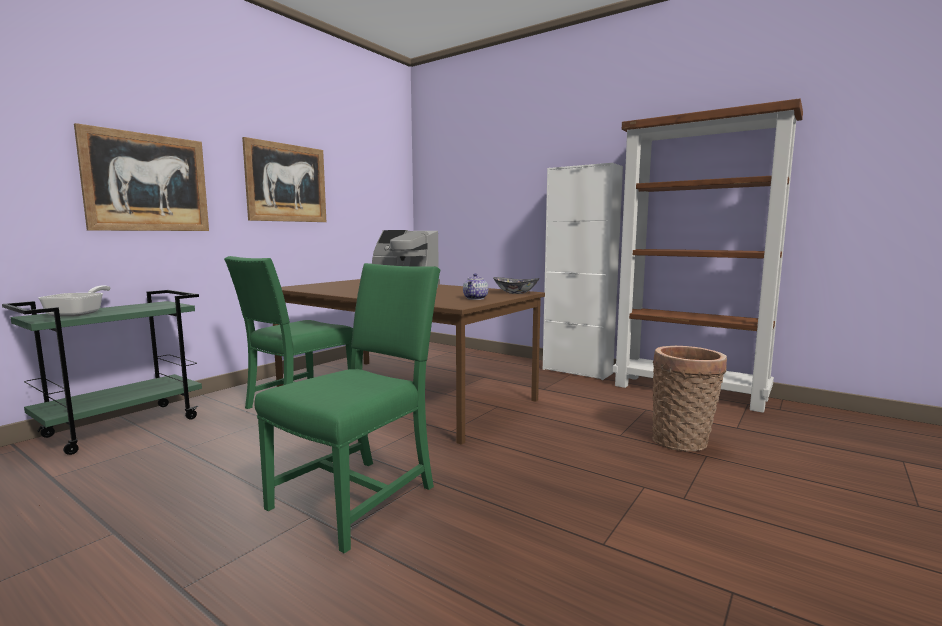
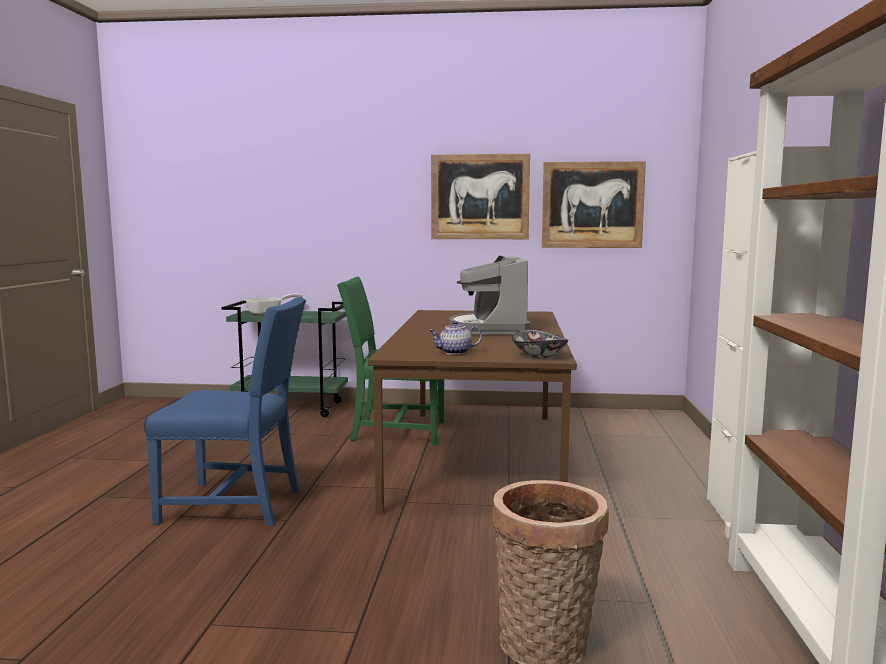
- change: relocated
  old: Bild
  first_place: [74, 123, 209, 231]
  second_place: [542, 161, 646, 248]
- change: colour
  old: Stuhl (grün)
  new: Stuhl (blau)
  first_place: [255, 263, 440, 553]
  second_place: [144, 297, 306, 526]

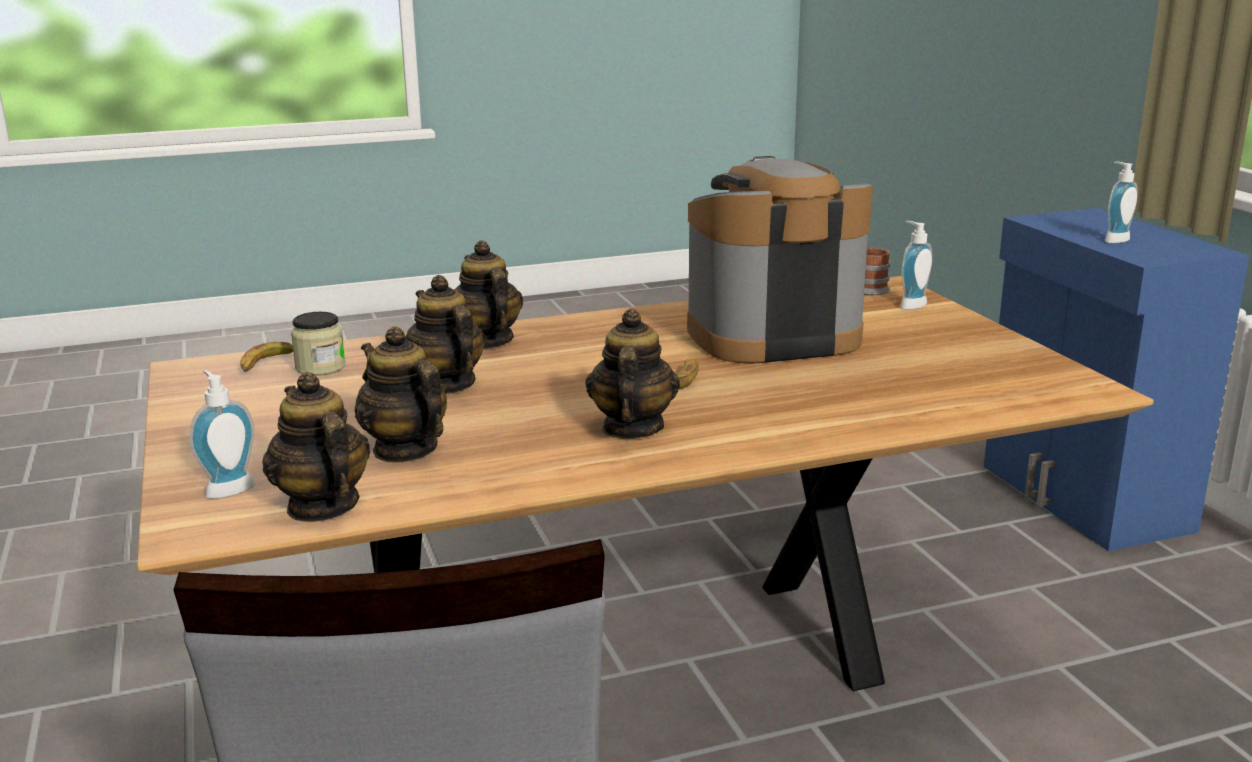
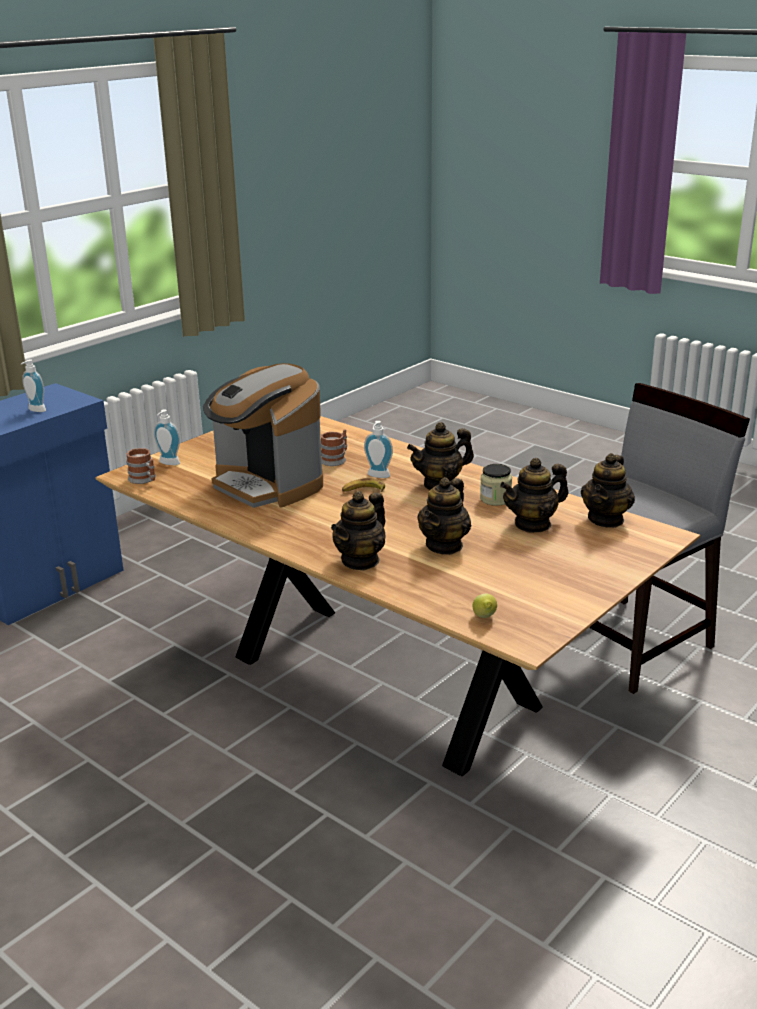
- change: appeared
  new: Henkelbecher
  second_place: [321, 429, 347, 466]
- change: relocated
  old: Seifenspender
  first_place: [189, 370, 255, 499]
  second_place: [364, 421, 393, 478]
- change: relocated
  old: Vorratsglas
  first_place: [291, 312, 345, 376]
  second_place: [480, 464, 512, 506]
- change: exchanged
  old: Banane
  new: Zitrone
  first_place: [240, 342, 293, 372]
  second_place: [473, 594, 497, 618]
- change: spun
  old: Teekanne
  first_place: [355, 326, 447, 463]
  second_place: [500, 458, 568, 533]
  degrees: 45

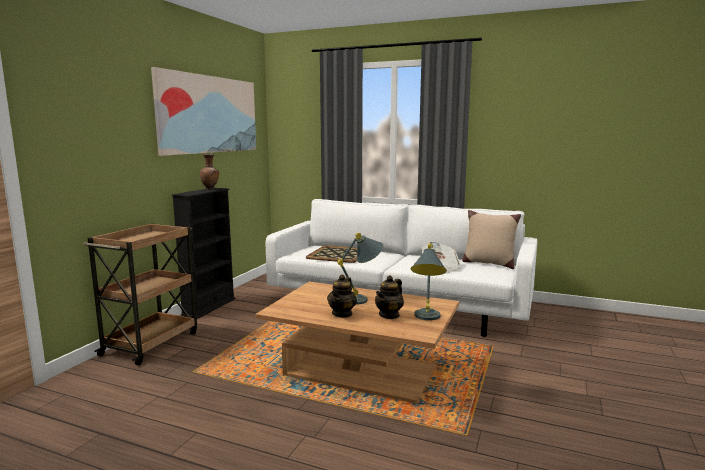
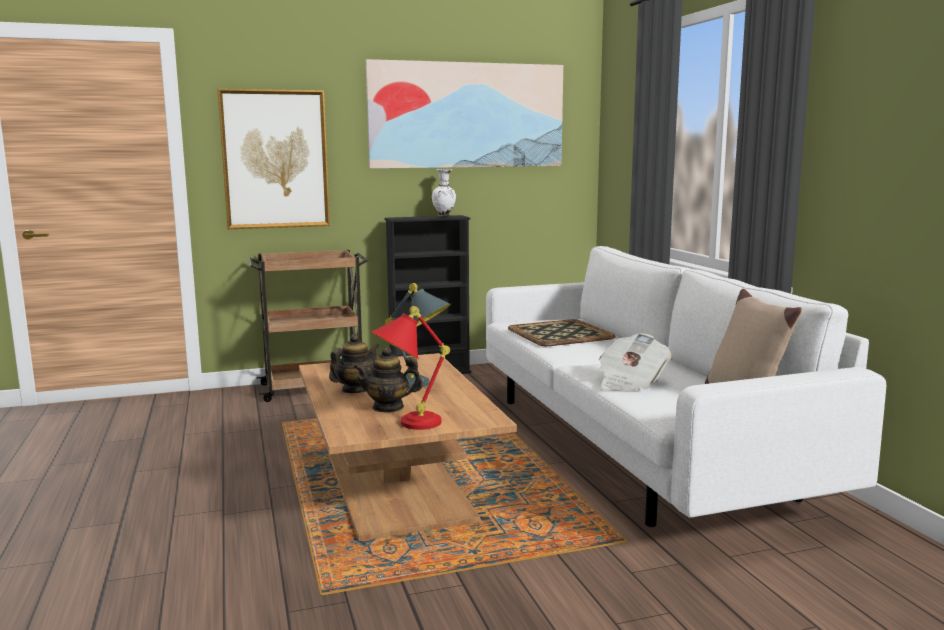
- change: appeared
  new: Bild
  second_place: [217, 89, 330, 229]
- change: colour
  old: Vase (braun)
  new: Vase (weiß)
  first_place: [200, 154, 219, 190]
  second_place: [432, 169, 456, 217]
- change: colour
  old: Tischlampe (grau)
  new: Tischlampe (rot)
  first_place: [411, 243, 447, 320]
  second_place: [370, 306, 450, 430]
- change: spun
  old: Teekanne
  first_place: [327, 274, 357, 318]
  second_place: [329, 334, 379, 393]
  degrees: 150

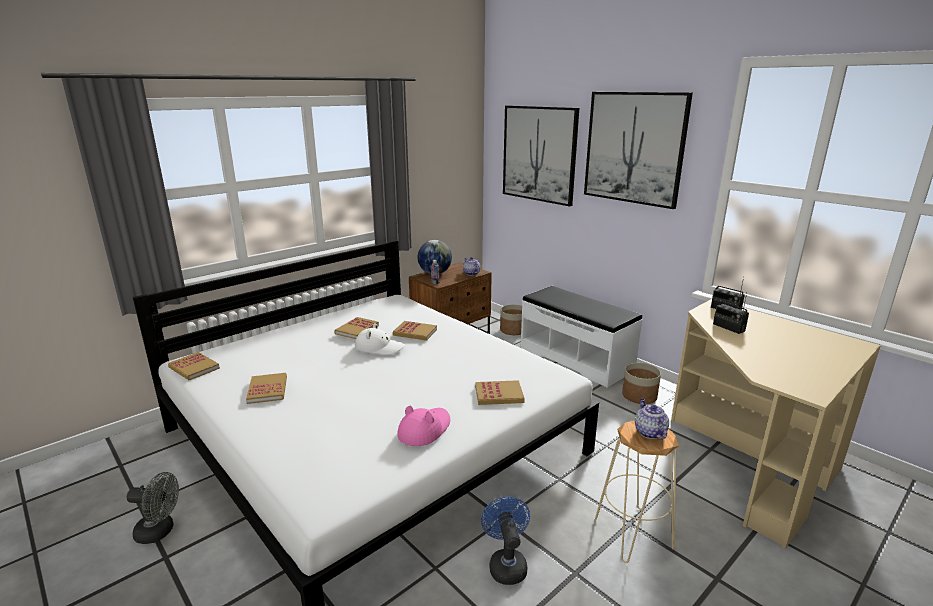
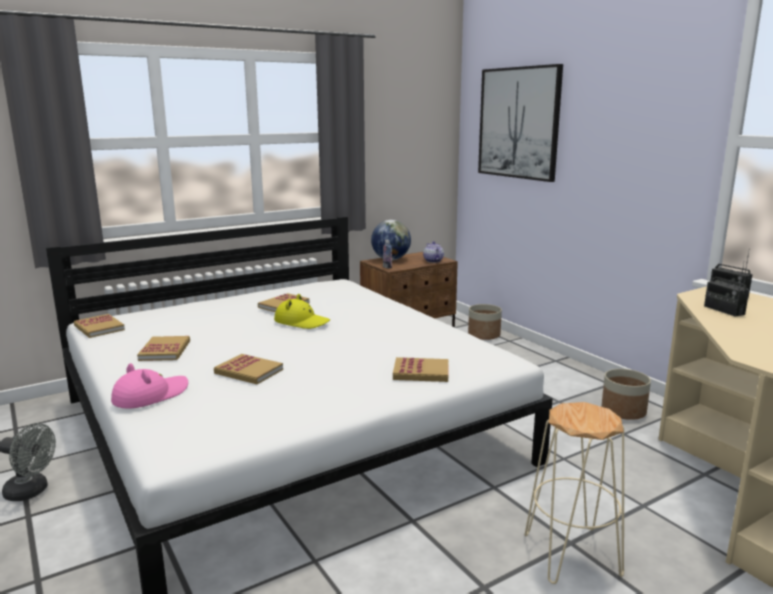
- change: missing
  old: Ventilator (blau)
  first_place: [481, 497, 530, 585]
- change: missing
  old: Bank (weiß)
  first_place: [521, 286, 642, 388]
- change: missing
  old: Bild
  first_place: [584, 92, 693, 209]
- change: missing
  old: Teekanne
  first_place: [635, 399, 669, 440]
- change: relocated
  old: Buch
  first_place: [393, 321, 437, 341]
  second_place: [214, 354, 283, 384]
- change: relocated
  old: Hut (rosa)
  first_place: [397, 406, 450, 446]
  second_place: [111, 363, 188, 409]
- change: colour
  old: Hut (weiß)
  new: Hut (gelb)
  first_place: [355, 323, 405, 355]
  second_place: [274, 294, 330, 329]

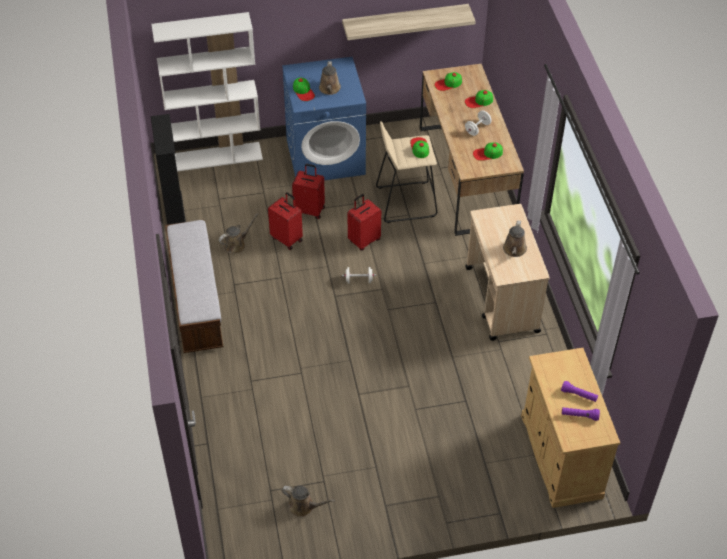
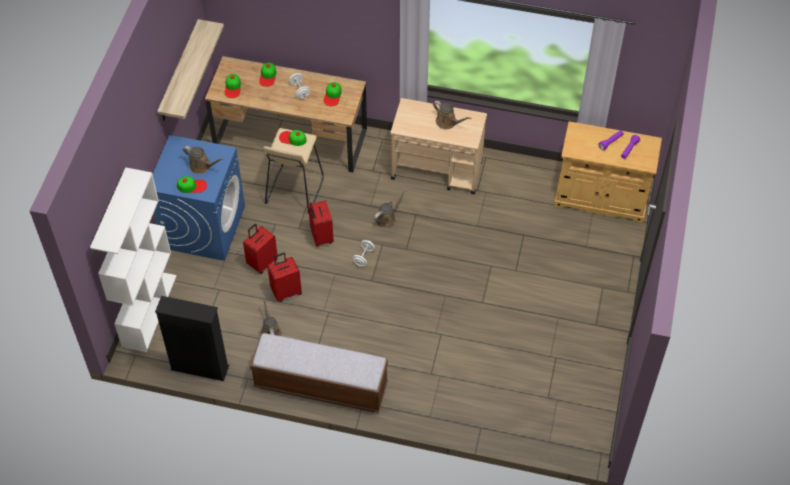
- change: relocated
  old: Gießkanne (braun)
  first_place: [281, 486, 335, 517]
  second_place: [374, 188, 407, 228]

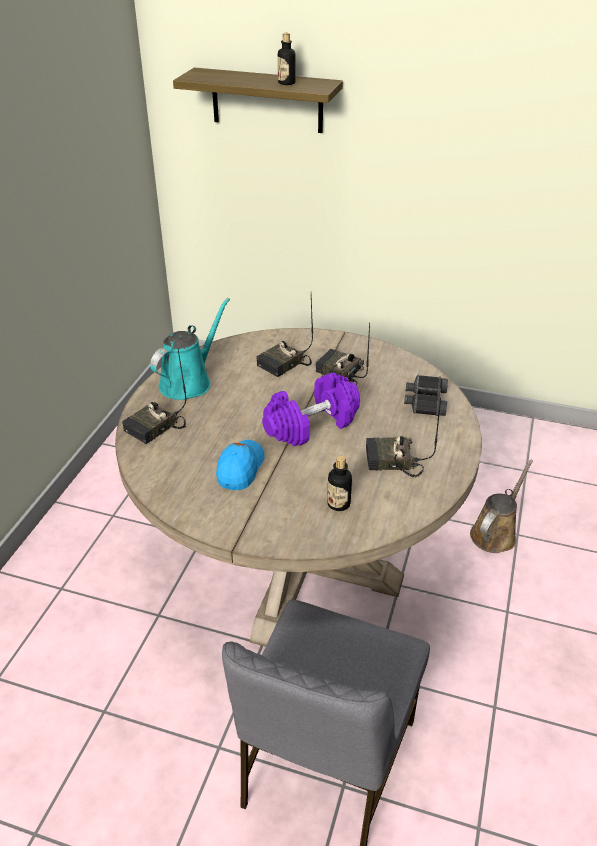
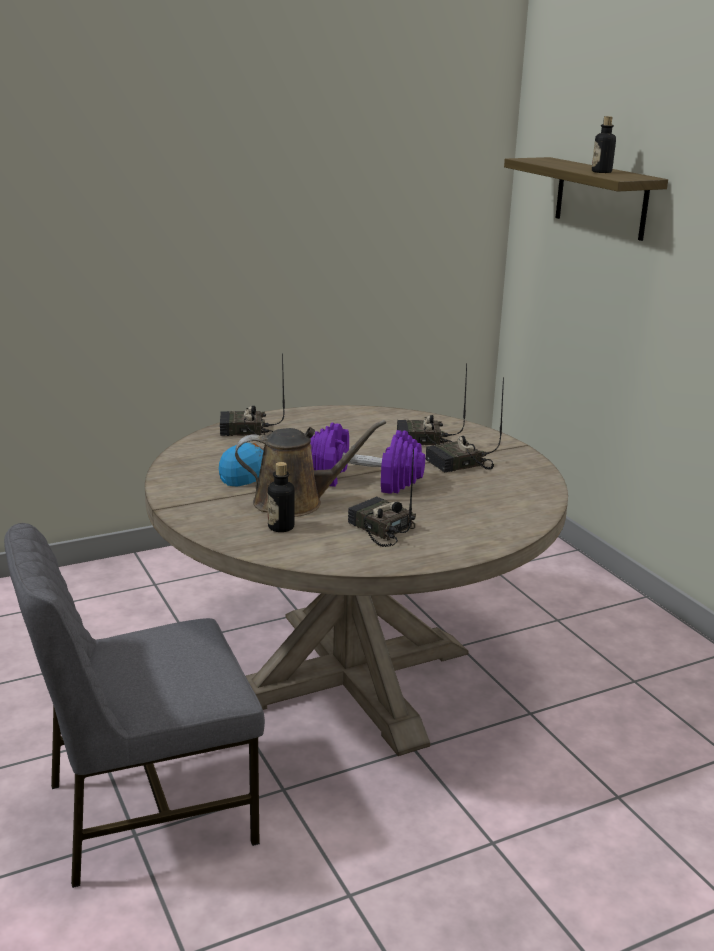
- change: missing
  old: Gießkanne (türkis)
  first_place: [150, 298, 230, 400]
- change: missing
  old: Fernglas (schwarz)
  first_place: [404, 375, 448, 416]
- change: relocated
  old: Gießkanne (braun)
  first_place: [470, 460, 533, 553]
  second_place: [235, 420, 386, 517]
- change: spun
  old: Radio
  first_place: [316, 322, 370, 385]
  second_place: [426, 377, 504, 473]
  degrees: -105

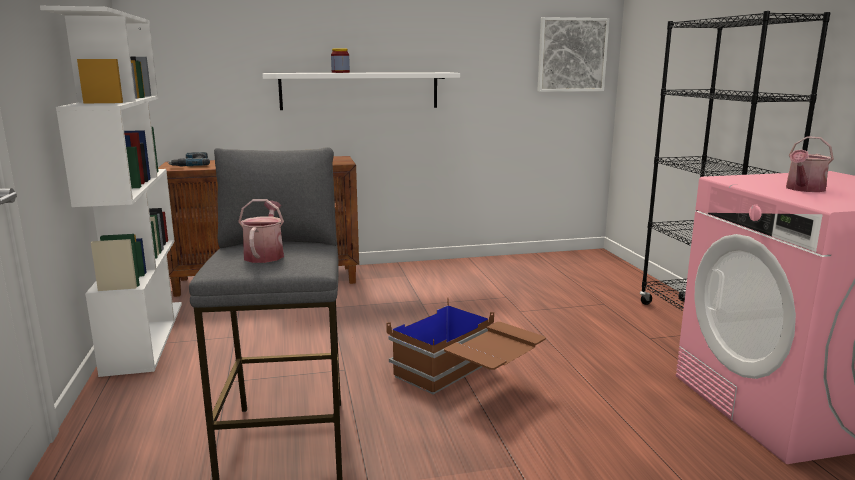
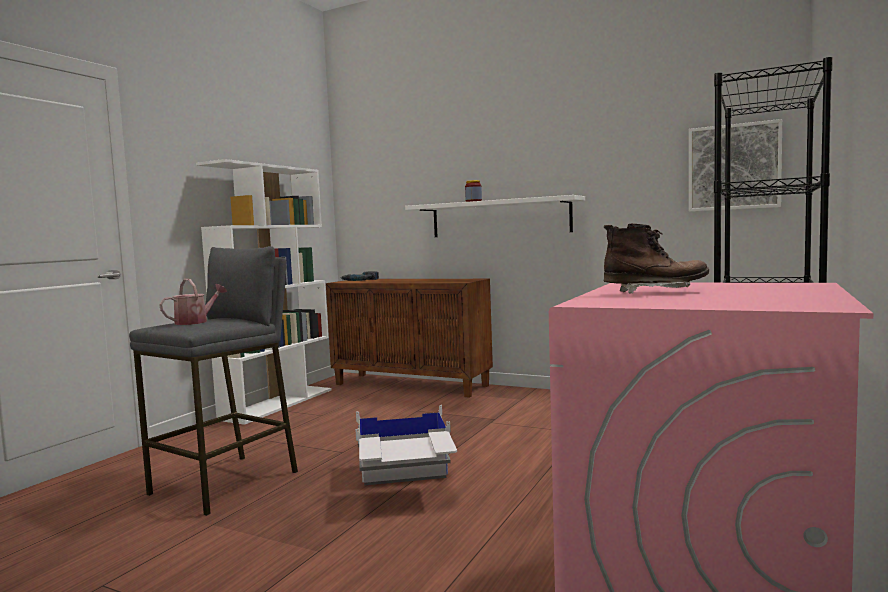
- change: exchanged
  old: Gießkanne
  new: Stiefel (braun)
  first_place: [786, 136, 834, 192]
  second_place: [604, 223, 709, 294]
- change: colour
  old: Aufbewahrungsbox (braun)
  new: Aufbewahrungsbox (weiß)
  first_place: [386, 298, 546, 395]
  second_place: [355, 405, 457, 485]

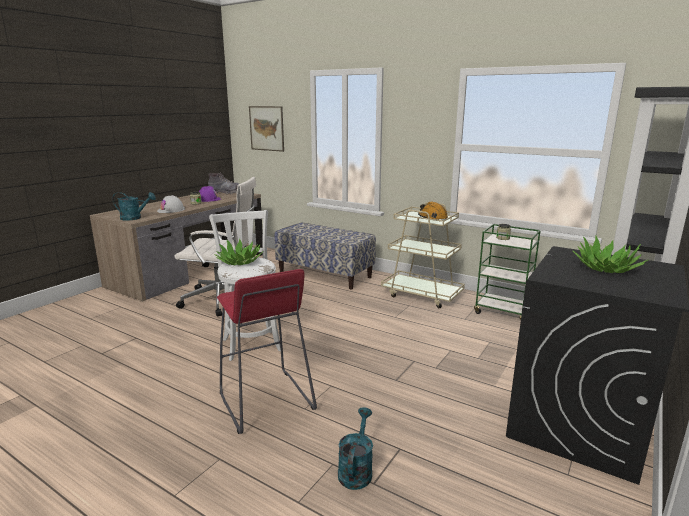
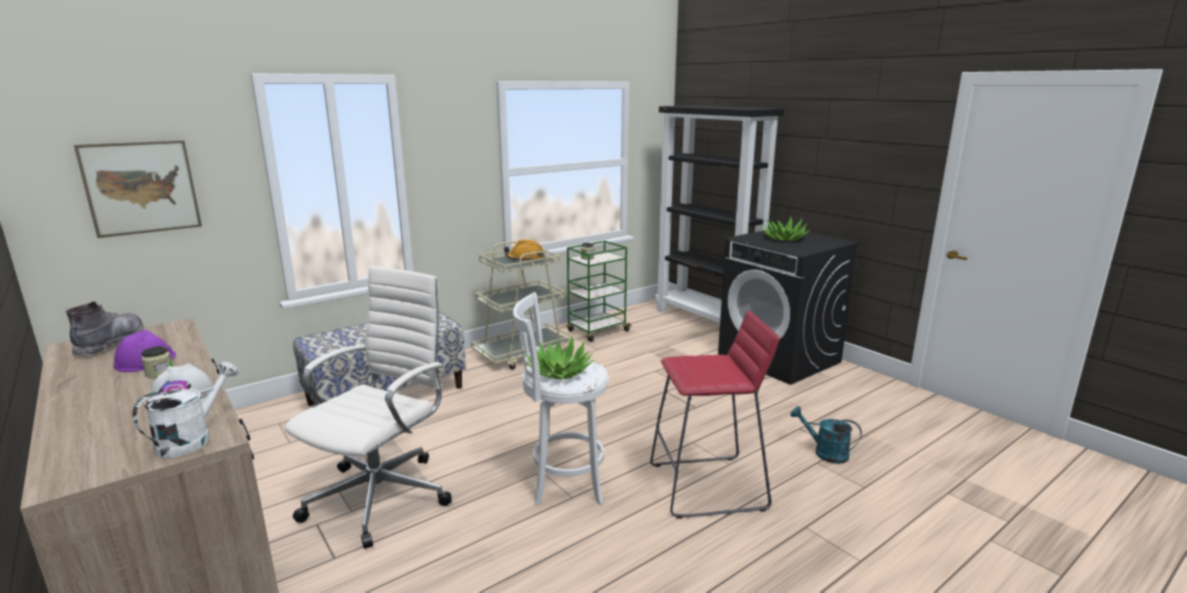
- change: colour
  old: Gießkanne (türkis)
  new: Gießkanne (weiß)
  first_place: [112, 192, 156, 221]
  second_place: [132, 362, 239, 458]

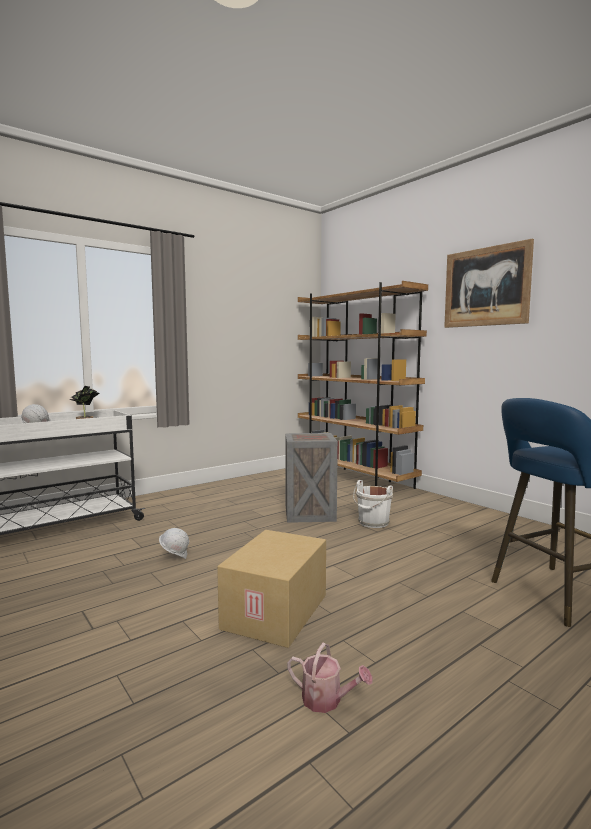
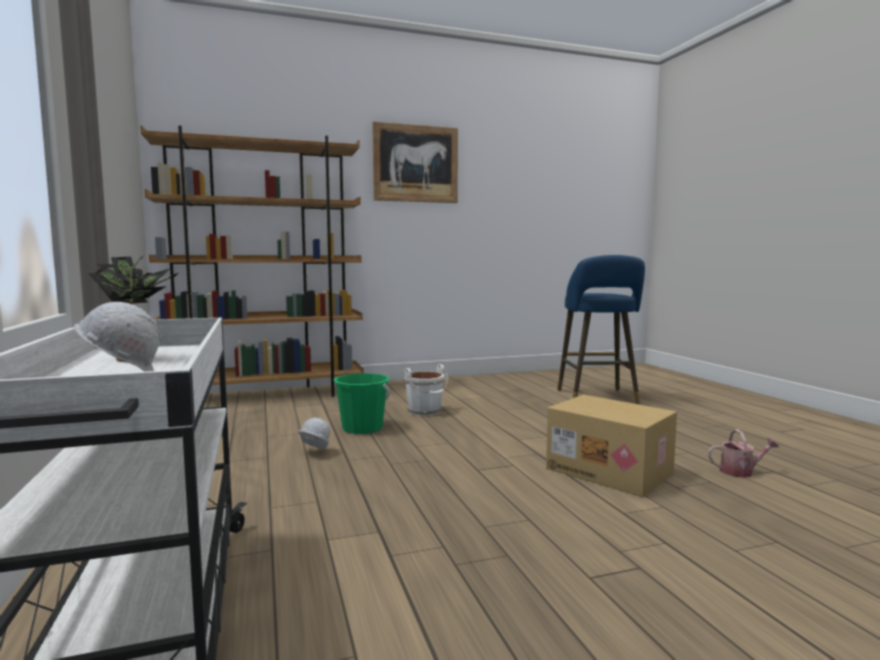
- change: relocated
  old: Schutzhelm (weiß)
  first_place: [159, 528, 189, 559]
  second_place: [298, 418, 330, 449]
- change: exchanged
  old: Kiste
  new: Eimer (grün)
  first_place: [285, 433, 338, 523]
  second_place: [333, 373, 391, 434]
- change: spun
  old: Gießkanne
  first_place: [287, 643, 373, 713]
  second_place: [708, 429, 779, 478]
  degrees: 45

